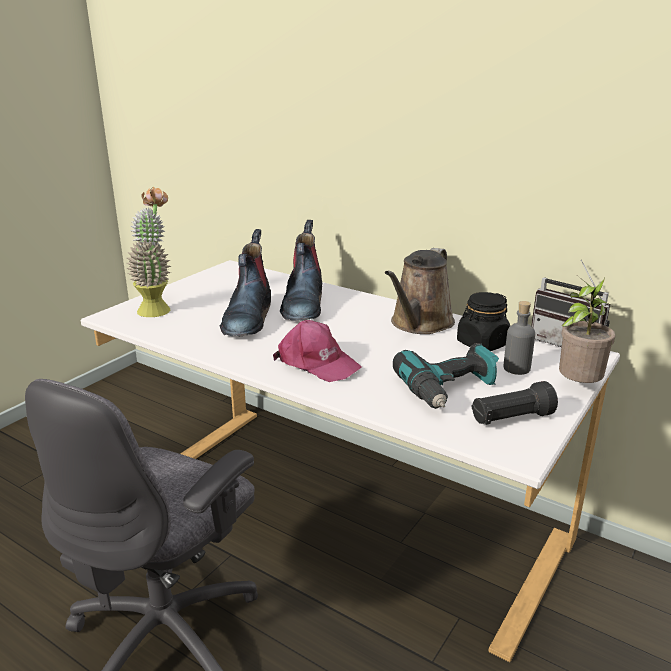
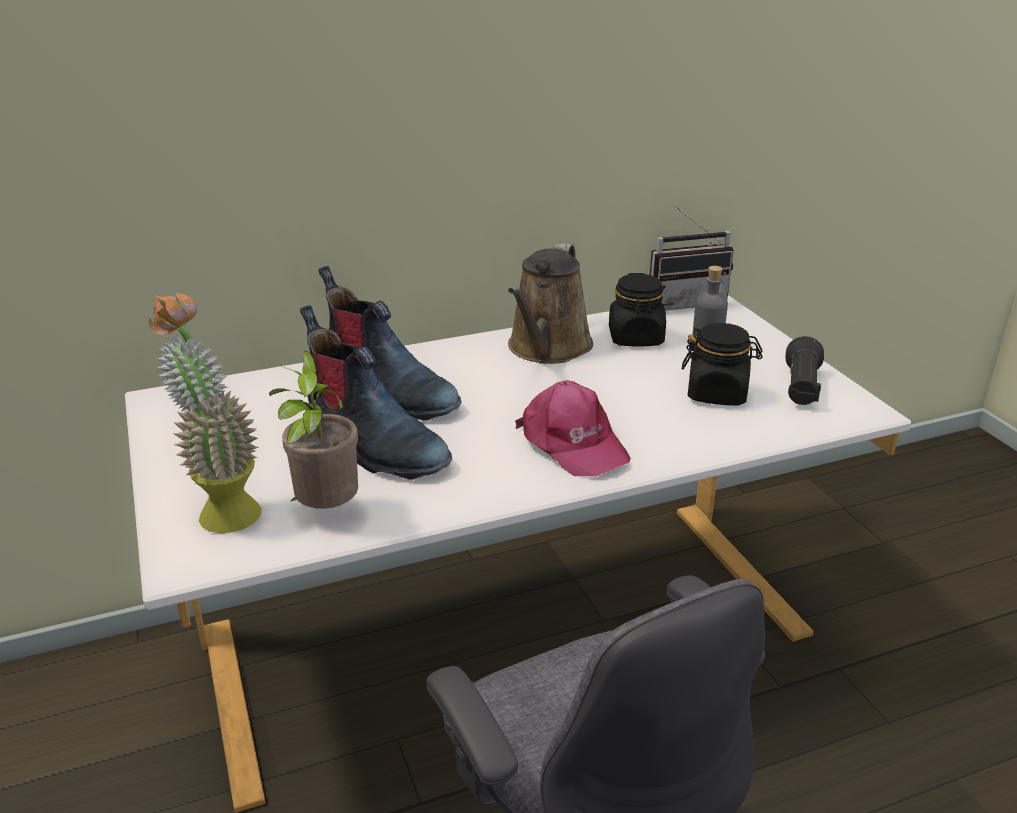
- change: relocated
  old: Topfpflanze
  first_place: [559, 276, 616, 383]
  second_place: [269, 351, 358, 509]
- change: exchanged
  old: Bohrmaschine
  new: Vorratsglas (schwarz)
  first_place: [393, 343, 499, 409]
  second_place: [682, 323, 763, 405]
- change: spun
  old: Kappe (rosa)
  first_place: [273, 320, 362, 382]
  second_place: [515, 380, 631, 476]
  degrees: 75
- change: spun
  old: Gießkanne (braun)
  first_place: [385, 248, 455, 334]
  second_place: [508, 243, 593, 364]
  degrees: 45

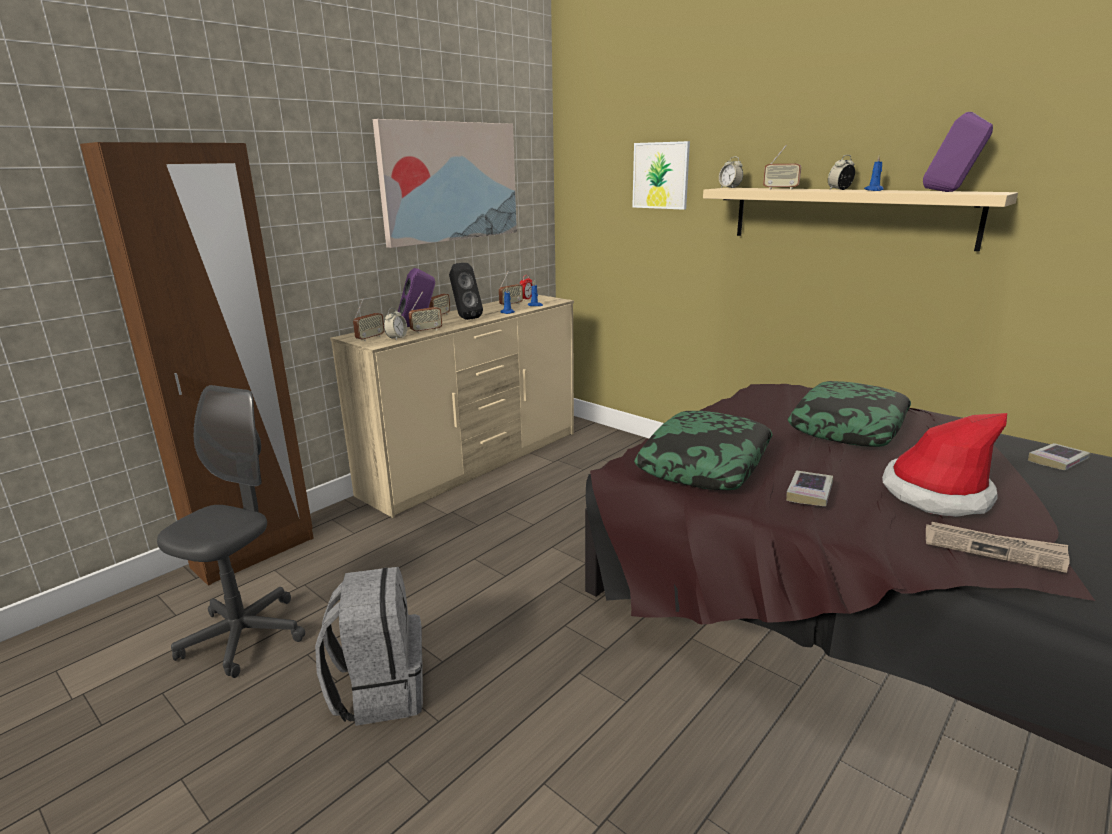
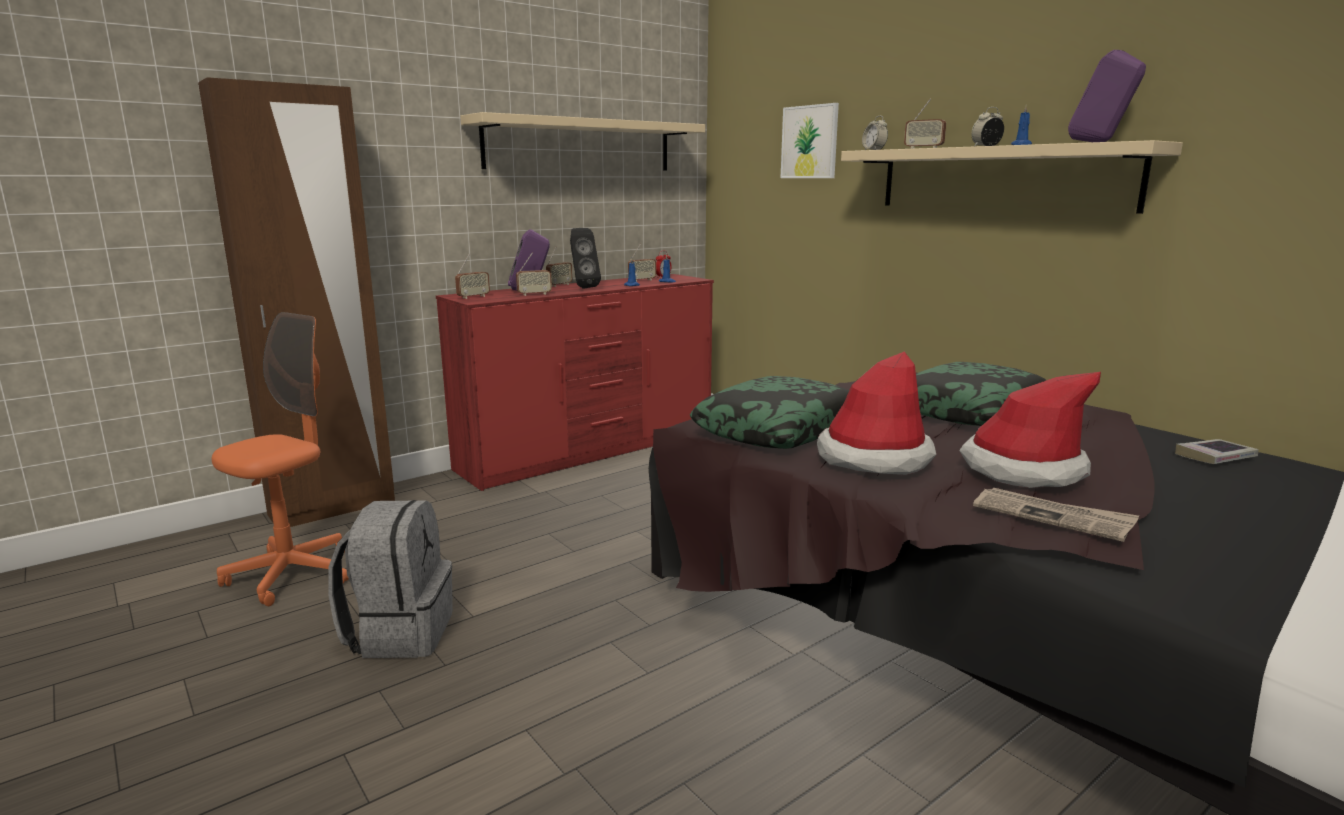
- change: missing
  old: Wecker
  first_place: [384, 308, 407, 340]
- change: exchanged
  old: Bild
  new: Wandregal (beige)
  first_place: [373, 119, 517, 248]
  second_place: [460, 112, 705, 171]
- change: exchanged
  old: Buch
  new: Hut
  first_place: [786, 471, 833, 506]
  second_place: [817, 352, 936, 475]
- change: colour
  old: Bürostuhl (grau)
  new: Bürostuhl (orange)
  first_place: [157, 385, 305, 678]
  second_place: [212, 312, 349, 606]
- change: colour
  old: Kommode (beige)
  new: Kommode (rot)
  first_place: [330, 295, 574, 518]
  second_place: [436, 274, 714, 491]

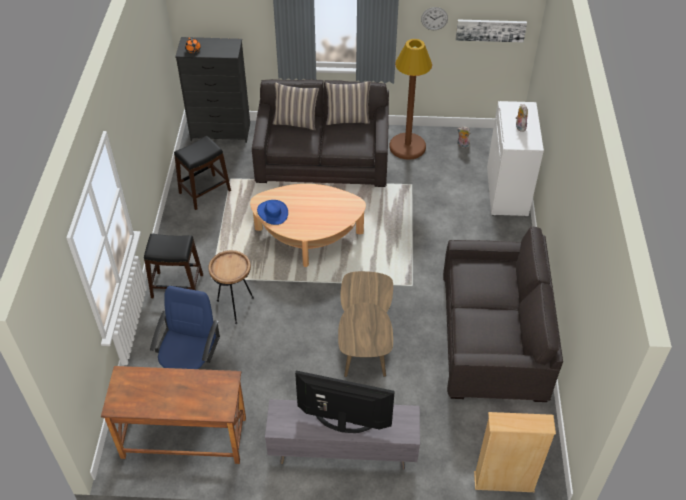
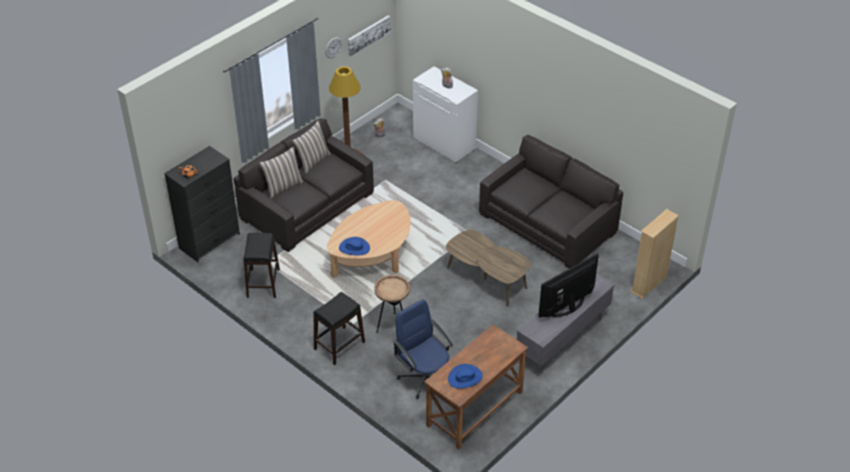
- change: appeared
  new: Hut (blau)
  second_place: [448, 364, 483, 389]

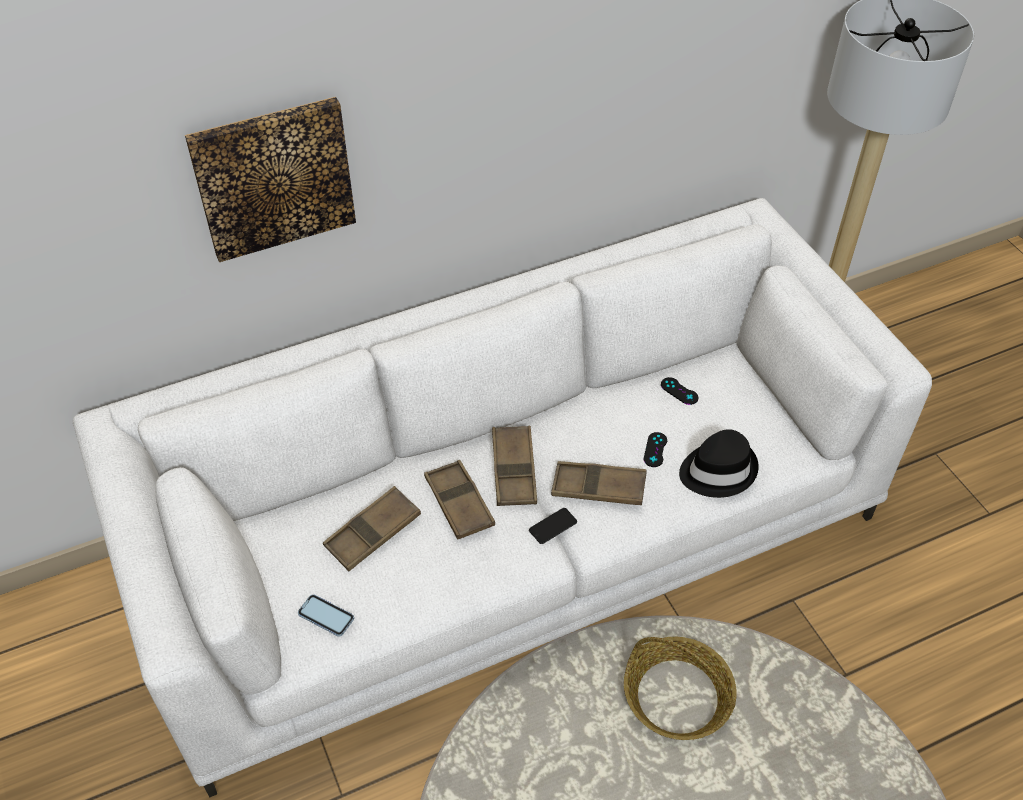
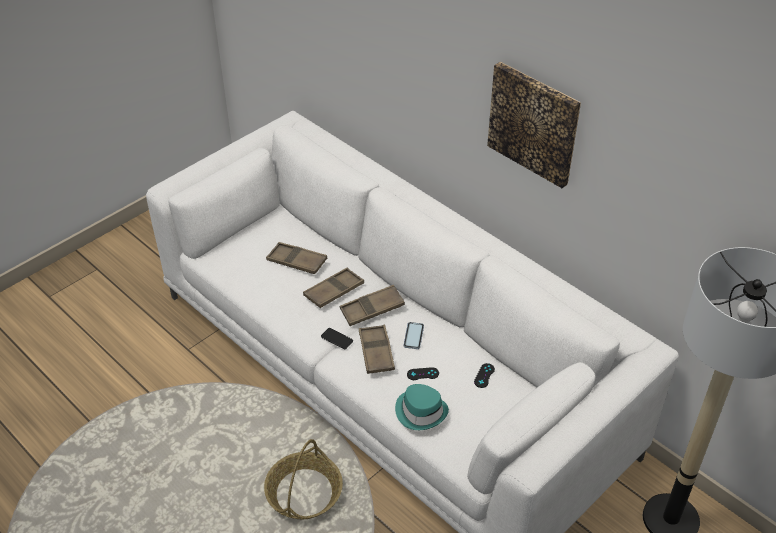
- change: relocated
  old: Bild
  first_place: [185, 96, 356, 262]
  second_place: [487, 62, 581, 188]
- change: relocated
  old: Handy
  first_place: [298, 595, 354, 637]
  second_place: [403, 322, 424, 349]
- change: colour
  old: Hut (schwarz)
  new: Hut (türkis)
  first_place: [679, 429, 759, 498]
  second_place: [395, 384, 449, 430]

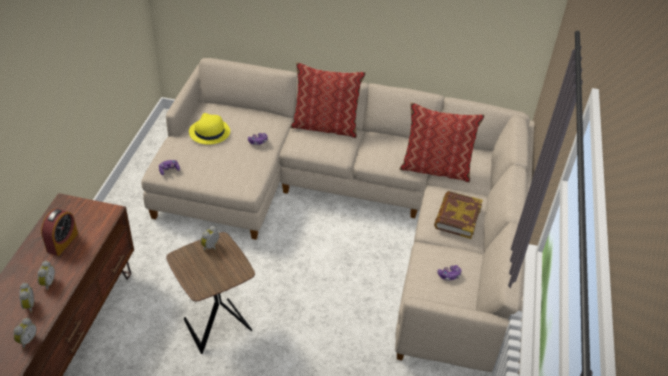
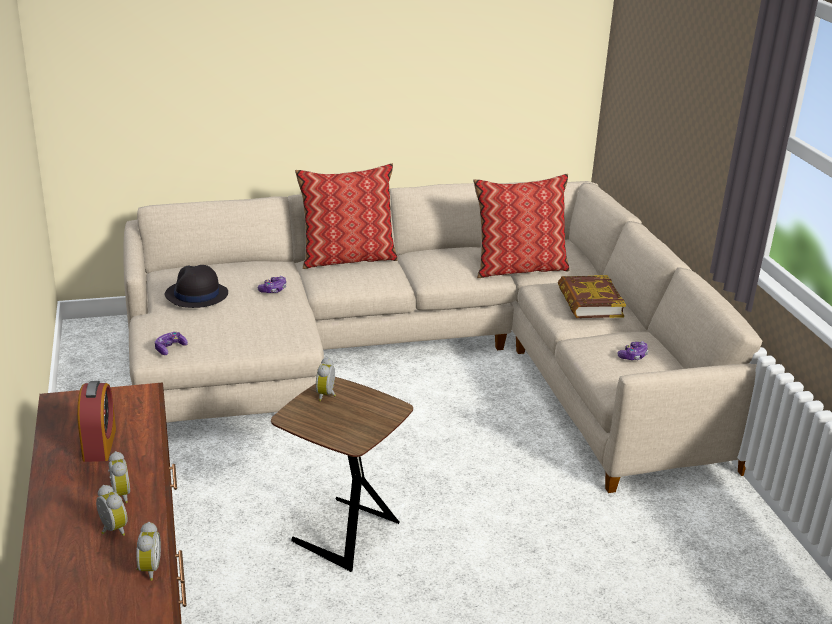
- change: colour
  old: Hut (gelb)
  new: Hut (schwarz)
  first_place: [189, 113, 230, 144]
  second_place: [165, 265, 228, 308]

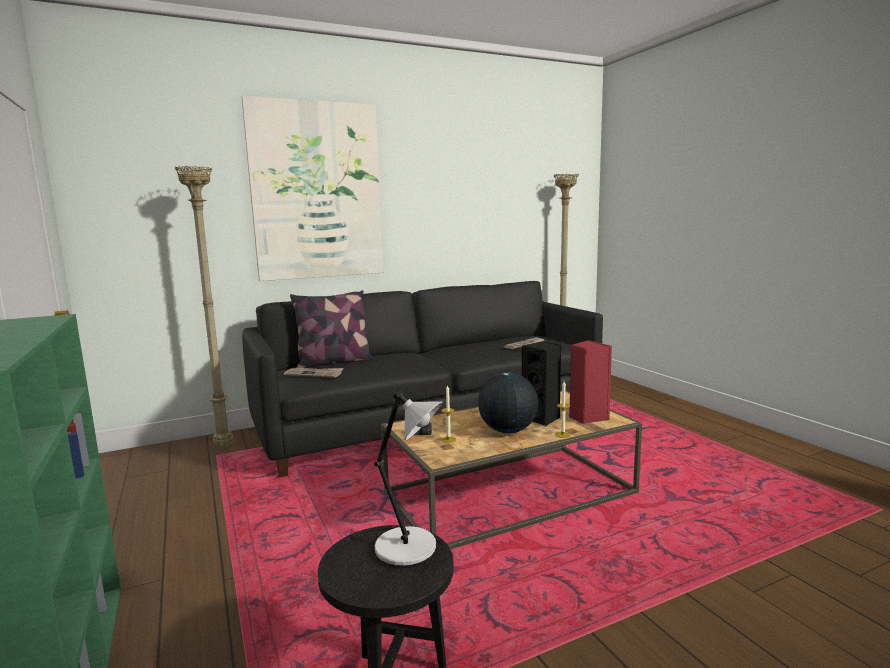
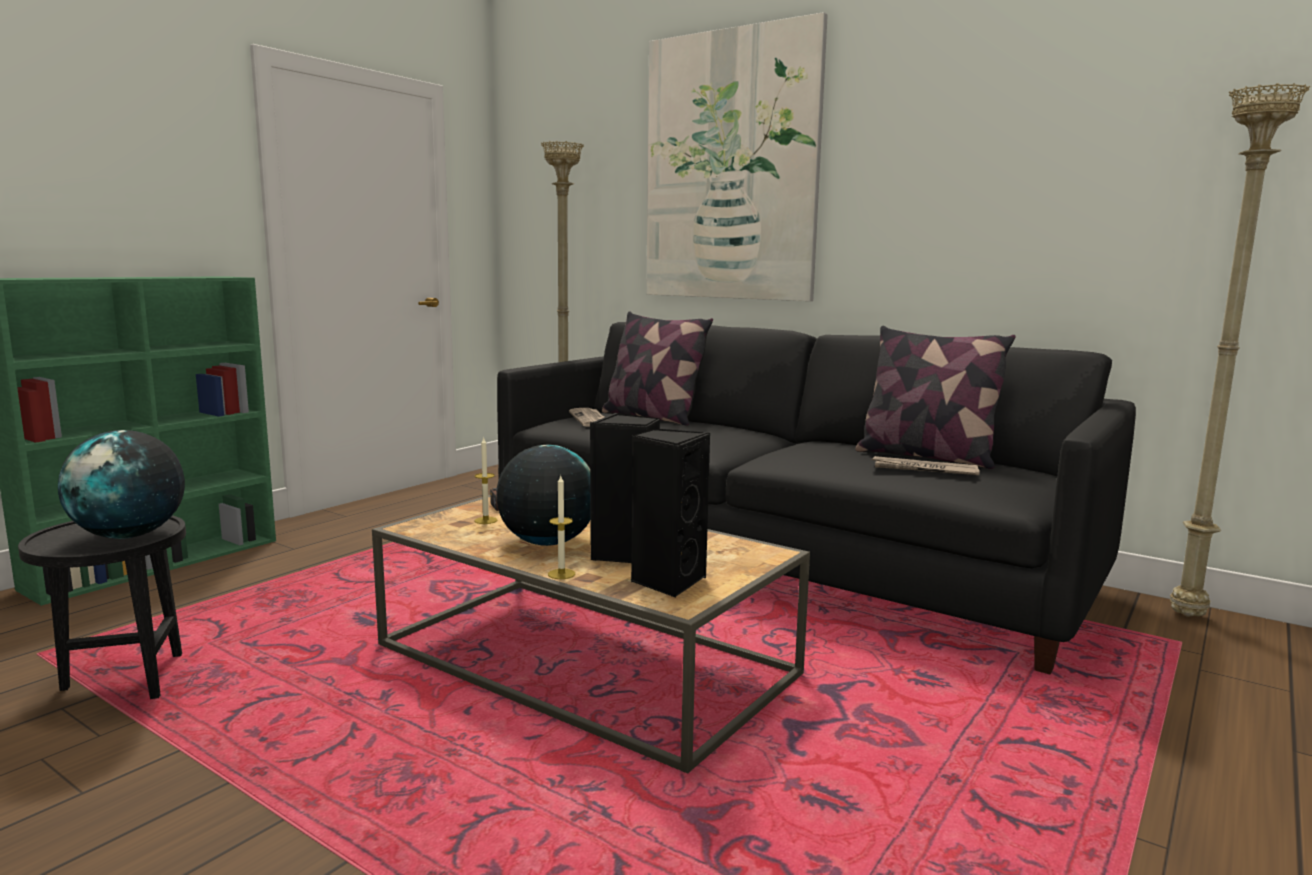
- change: appeared
  new: Kissen
  second_place: [855, 326, 1016, 469]
- change: exchanged
  old: Tischlampe (grau)
  new: Globus
  first_place: [374, 391, 443, 566]
  second_place: [58, 430, 185, 539]
- change: colour
  old: Lautsprecher (rot)
  new: Lautsprecher (schwarz)
  first_place: [569, 340, 612, 424]
  second_place: [631, 428, 710, 598]

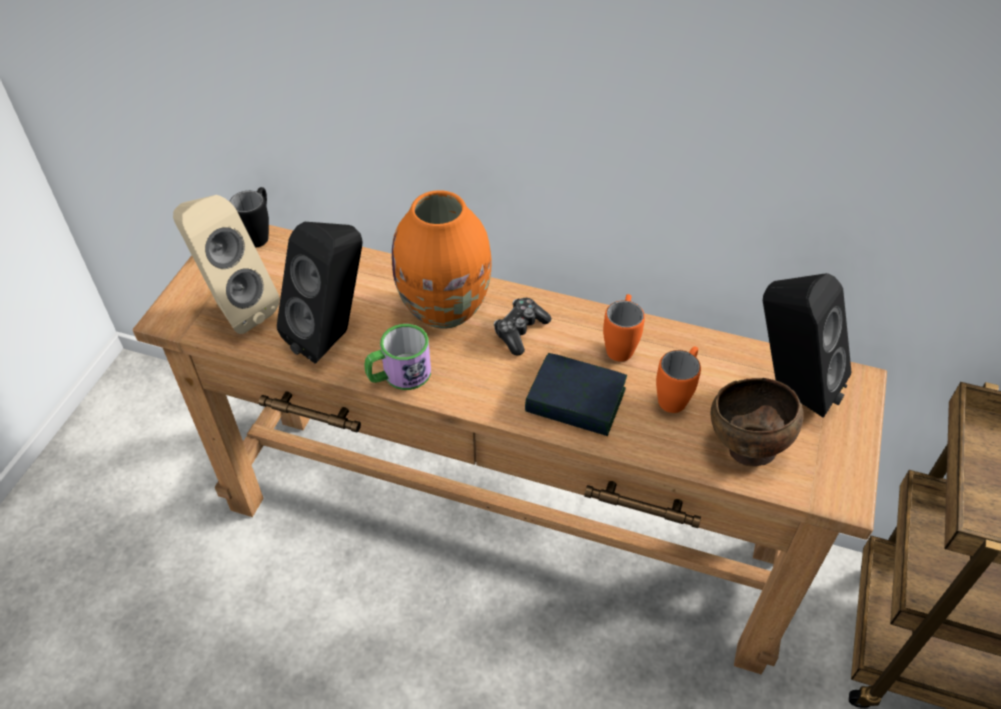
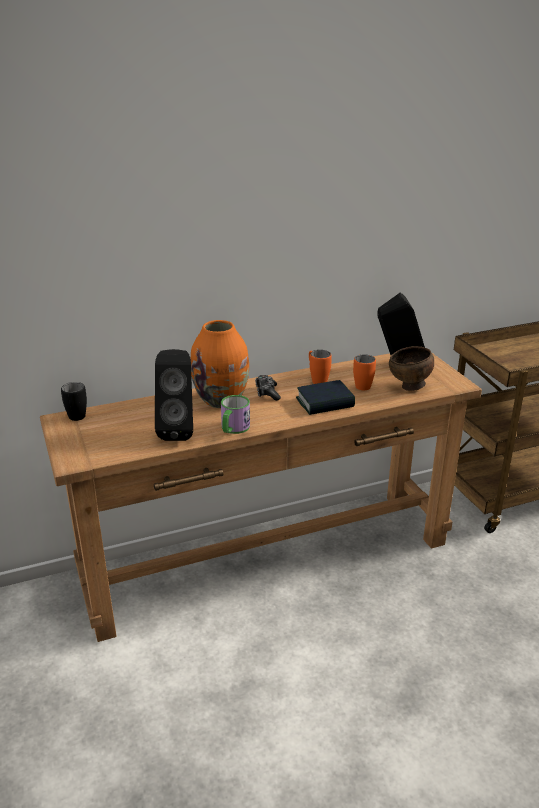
- change: missing
  old: Lautsprecher (beige)
  first_place: [173, 195, 280, 334]

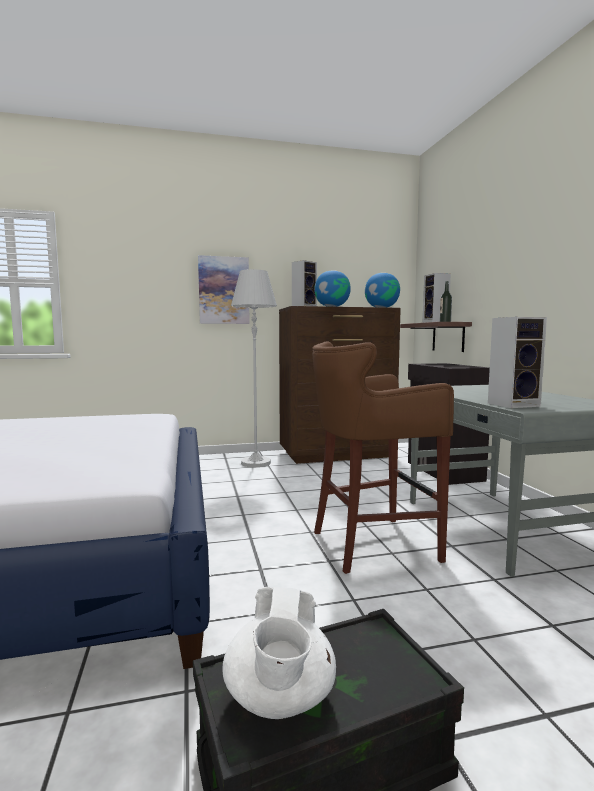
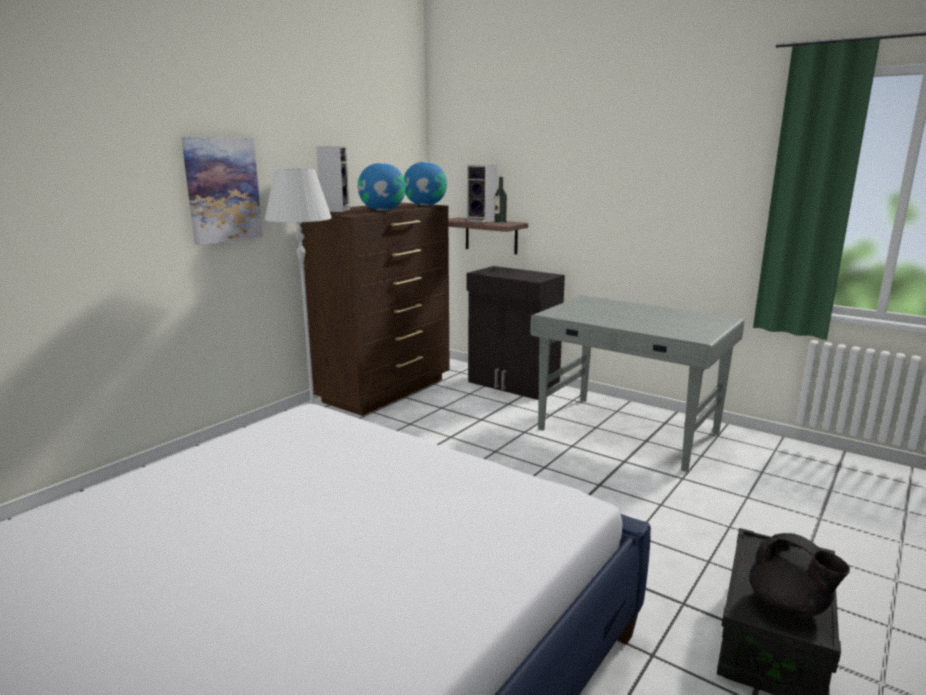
- change: missing
  old: Hocker (braun)
  first_place: [312, 341, 454, 574]
- change: missing
  old: Lautsprecher
  first_place: [488, 317, 547, 408]
- change: colour
  old: Teekanne (weiß)
  new: Teekanne (schwarz)
  first_place: [222, 587, 336, 719]
  second_place: [749, 533, 850, 617]

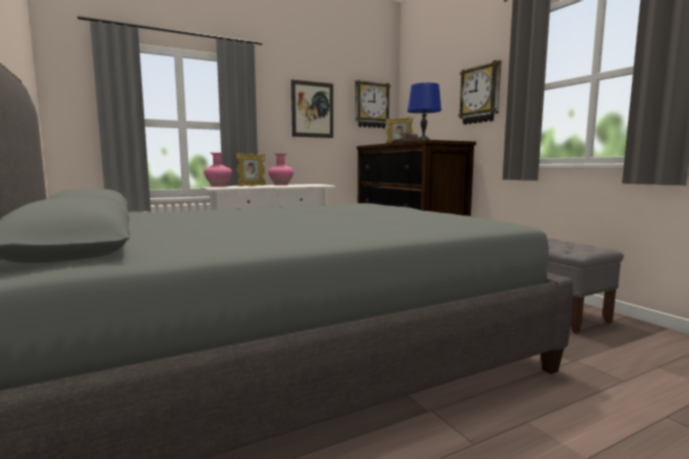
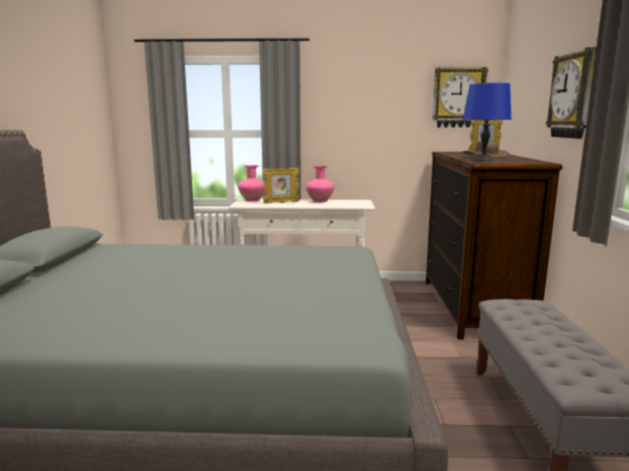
- change: missing
  old: Bild
  first_place: [291, 80, 333, 138]

